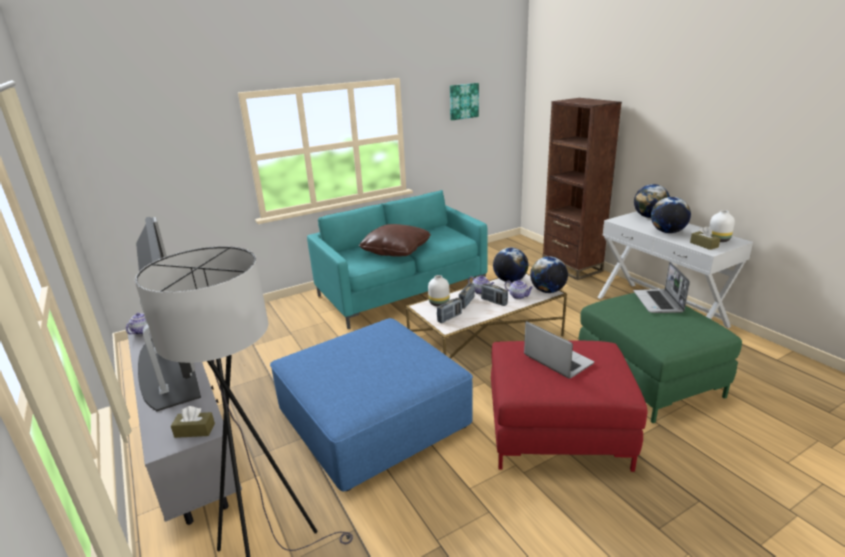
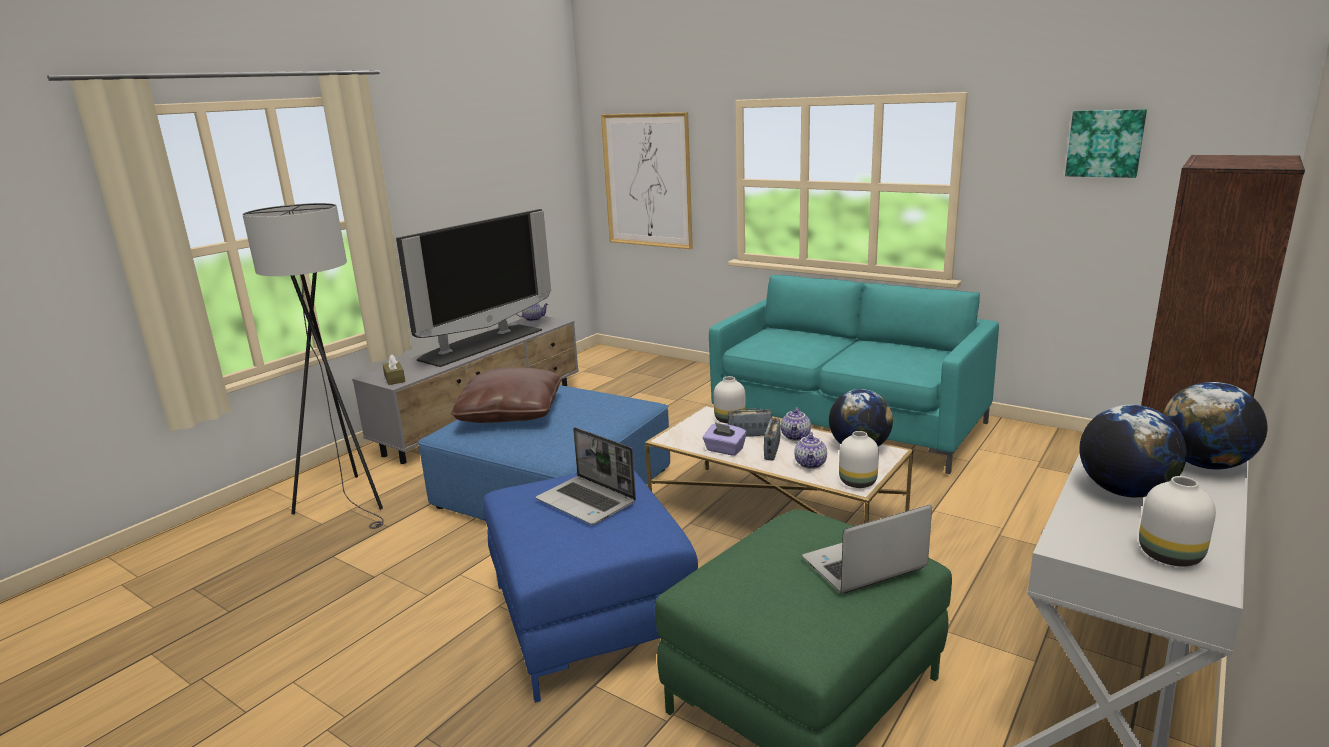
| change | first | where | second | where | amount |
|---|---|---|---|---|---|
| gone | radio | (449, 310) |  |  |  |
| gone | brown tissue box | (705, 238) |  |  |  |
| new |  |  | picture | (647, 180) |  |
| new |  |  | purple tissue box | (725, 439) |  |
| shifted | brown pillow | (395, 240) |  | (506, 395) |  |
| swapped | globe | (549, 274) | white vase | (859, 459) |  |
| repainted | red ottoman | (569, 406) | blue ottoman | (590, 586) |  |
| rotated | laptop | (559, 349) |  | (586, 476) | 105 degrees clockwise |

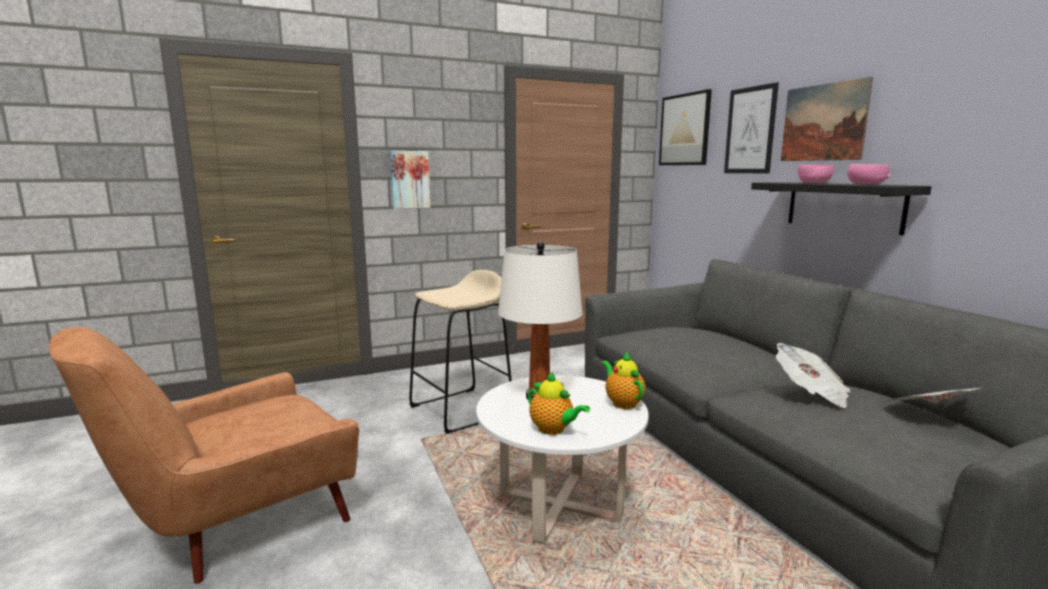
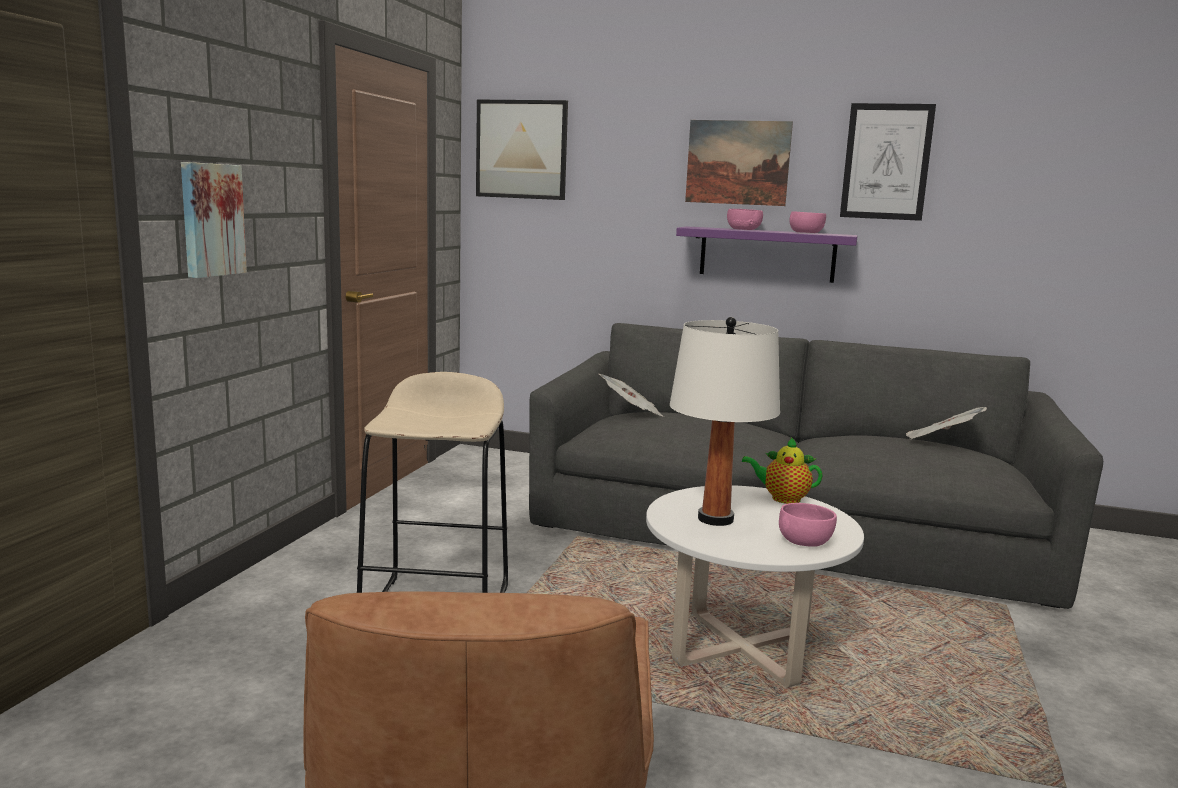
| change | first | where | second | where | amount |
|---|---|---|---|---|---|
| shifted | picture | (751, 127) |  | (888, 162) |  |
| shifted | newspaper | (813, 375) |  | (631, 395) |  |
| swapped | teapot | (559, 403) | pink bowl | (808, 525) |  |
| repainted | black shelf | (841, 208) | purple shelf | (767, 254) |  |

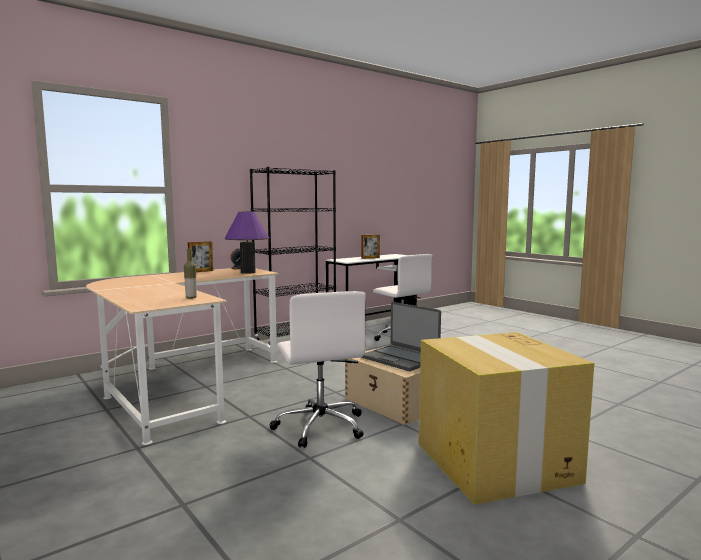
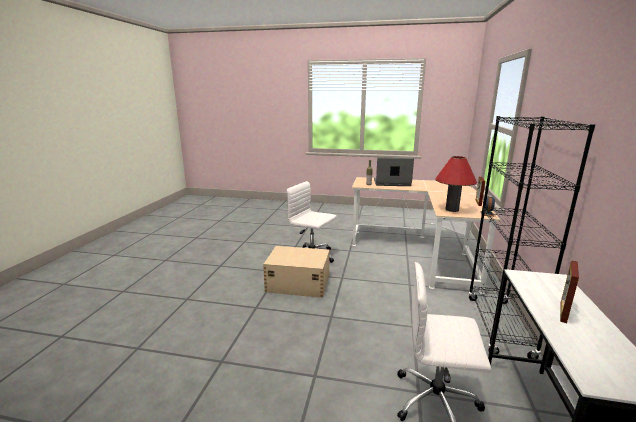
| change | first | where | second | where | amount |
|---|---|---|---|---|---|
| gone | cardboard box | (506, 418) |  |  |  |
| shifted | laptop | (401, 336) |  | (394, 171) |  |
| repainted | purple table lamp | (247, 243) | red table lamp | (456, 184) |  |

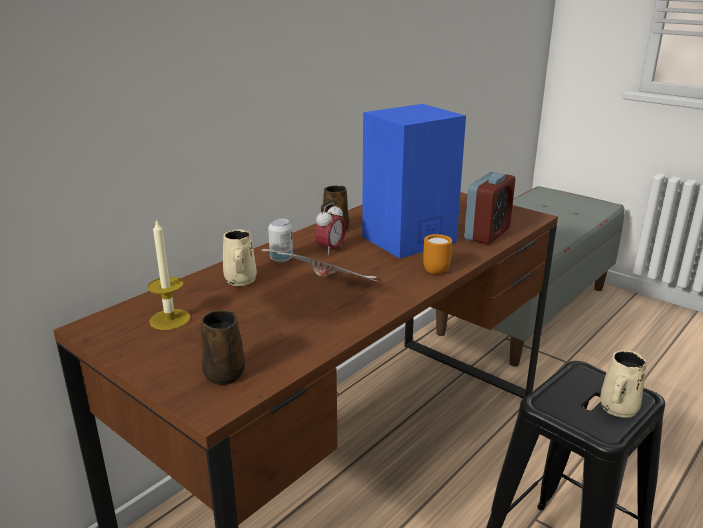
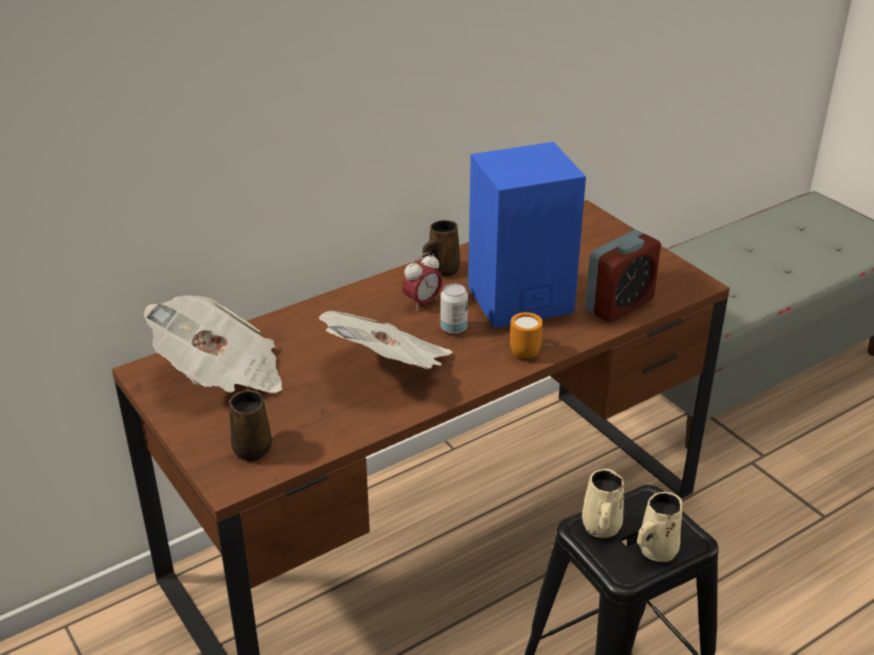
| change | first | where | second | where | amount |
|---|---|---|---|---|---|
| shifted | beige mug | (240, 257) |  | (603, 503) |  |
| shifted | can | (280, 240) |  | (454, 309) |  |
| swapped | candle | (169, 274) | newspaper | (213, 344) |  |

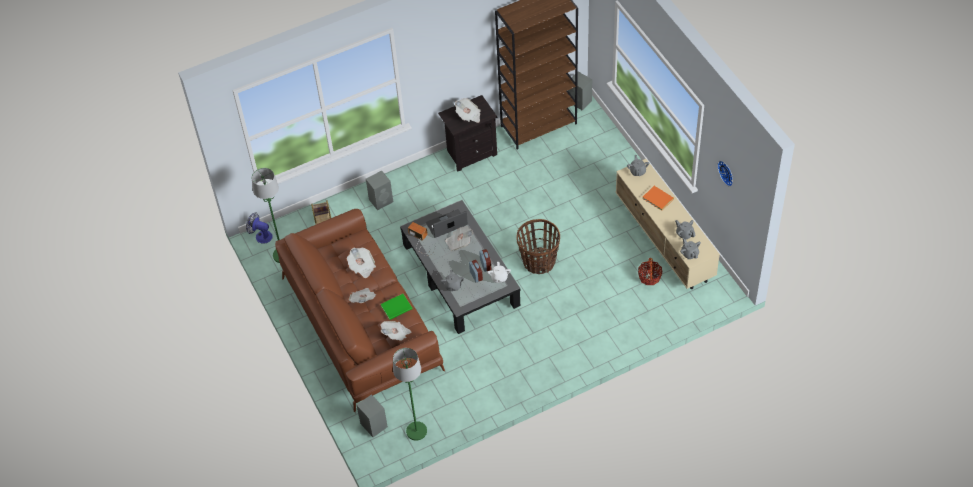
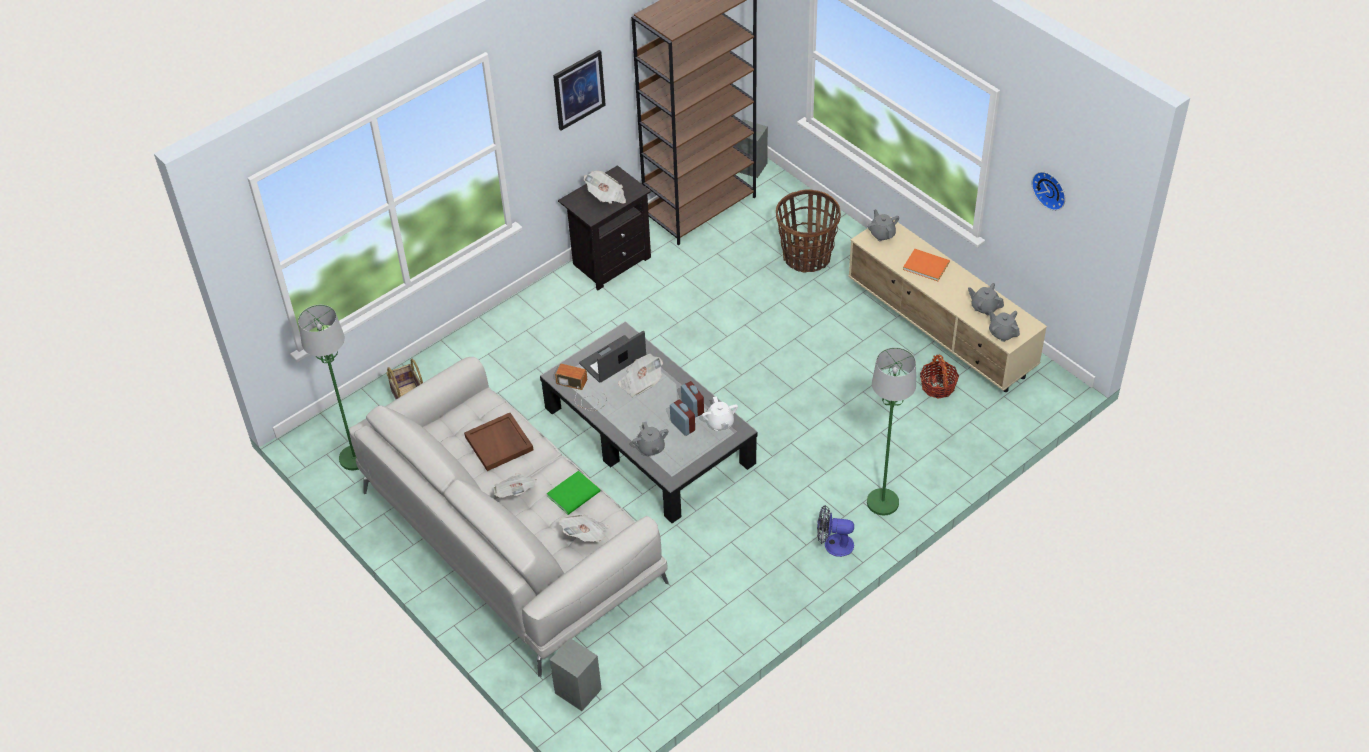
| change | first | where | second | where | amount |
|---|---|---|---|---|---|
| gone | grey speaker | (379, 190) |  |  |  |
| new |  |  | picture | (579, 90) |  |
| shifted | fan | (259, 227) |  | (835, 531) |  |
| shifted | green floor lamp | (410, 394) |  | (891, 431) |  |
| shifted | basket | (538, 246) |  | (808, 231) |  |
| swapped | newspaper | (361, 262) | brown tray | (499, 442) |  |
| repainted | brown sofa | (360, 310) | white sofa | (509, 517) |  |

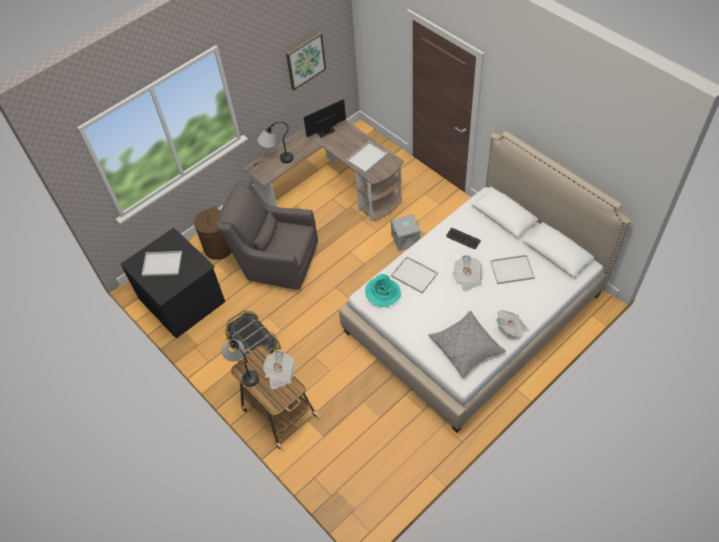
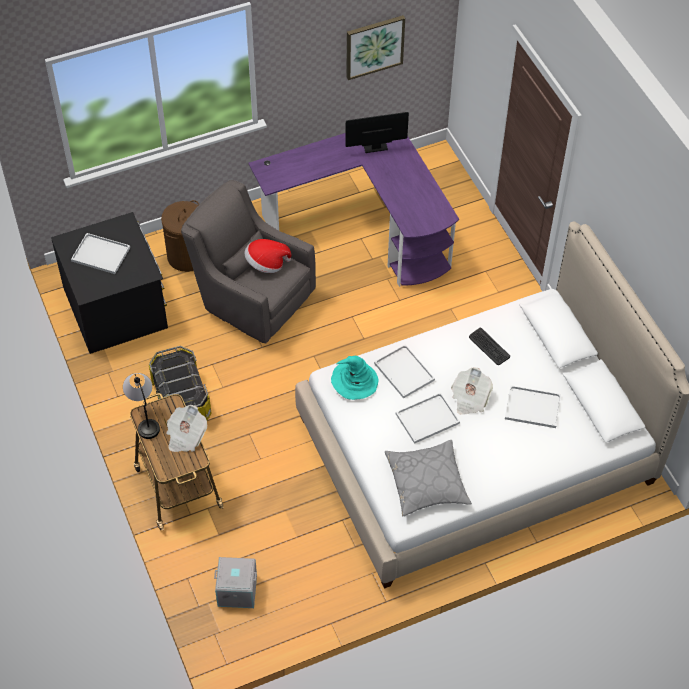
| change | first | where | second | where | amount |
|---|---|---|---|---|---|
| gone | table lamp | (275, 142) |  |  |  |
| gone | newspaper | (512, 323) |  |  |  |
| new |  |  | hat | (267, 256) |  |
| shifted | white tray | (367, 157) |  | (428, 418) |  |
| shifted | grey storage box | (406, 232) |  | (235, 582) |  |
| repainted | brown desk | (323, 170) | purple desk | (353, 210) |  |

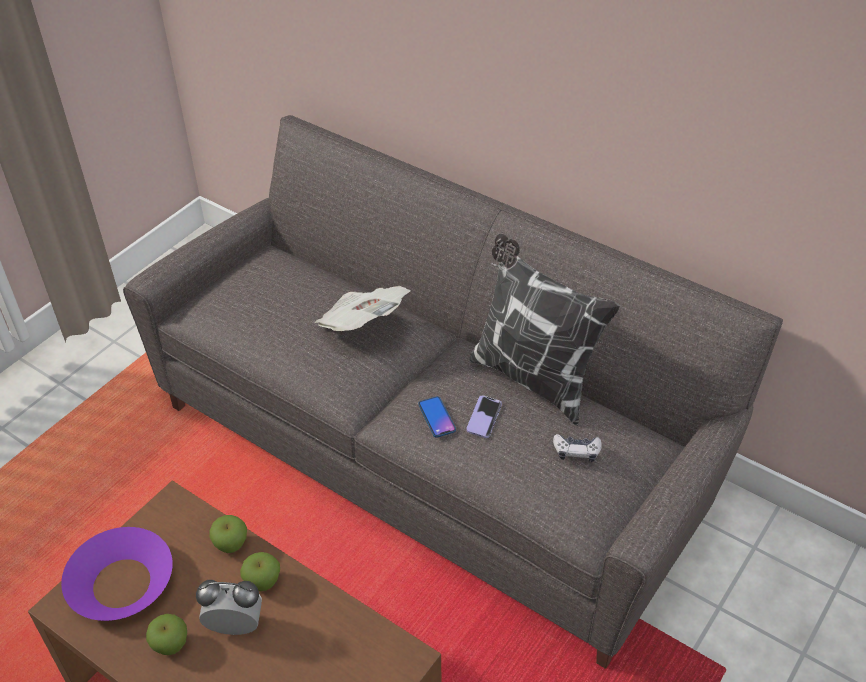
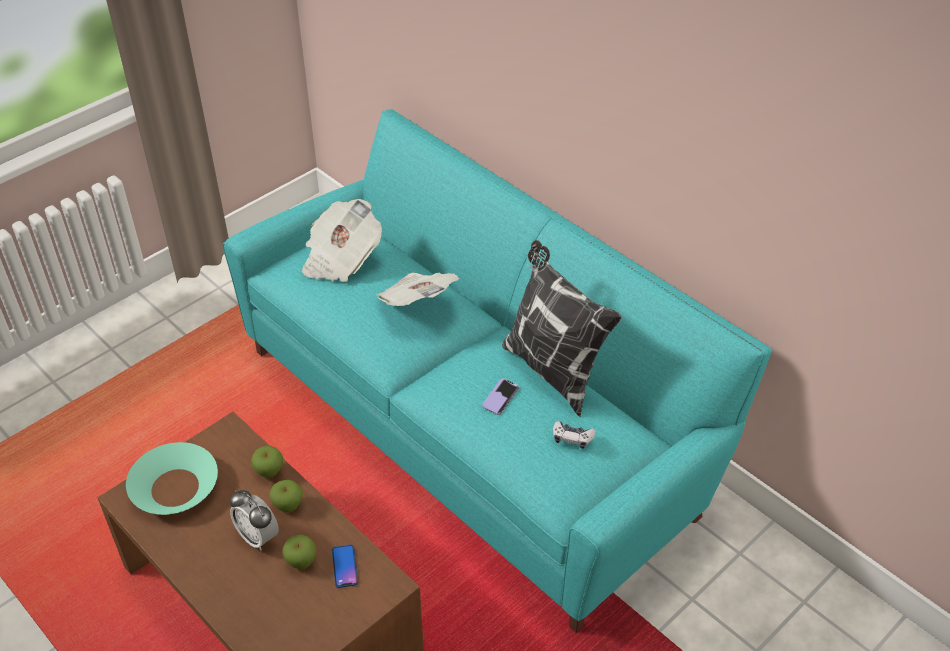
| change | first | where | second | where | amount |
|---|---|---|---|---|---|
| new |  |  | newspaper | (342, 240) |  |
| shifted | apple | (166, 634) |  | (299, 552) |  |
| shifted | phone | (437, 417) |  | (345, 566) |  |
| repainted | purple bowl | (117, 574) | turquoise bowl | (172, 478) |  |
| repainted | grey sofa | (453, 392) | turquoise sofa | (497, 371) |  |
| rotated | alarm clock | (229, 607) |  | (254, 520) | 150 degrees counterclockwise |

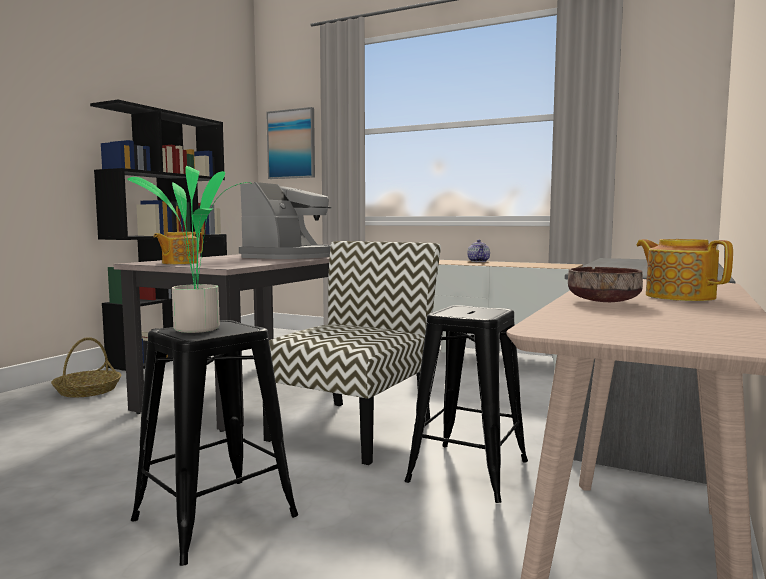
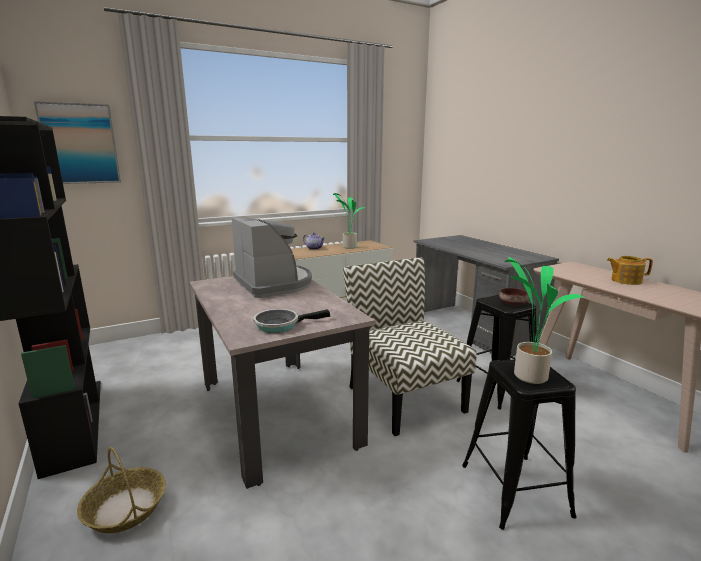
| change | first | where | second | where | amount |
|---|---|---|---|---|---|
| new |  |  | potted plant | (349, 221) |  |
| shifted | brown bowl | (605, 284) |  | (514, 296) |  |
| swapped | teapot | (178, 248) | frying pan | (291, 321) |  |

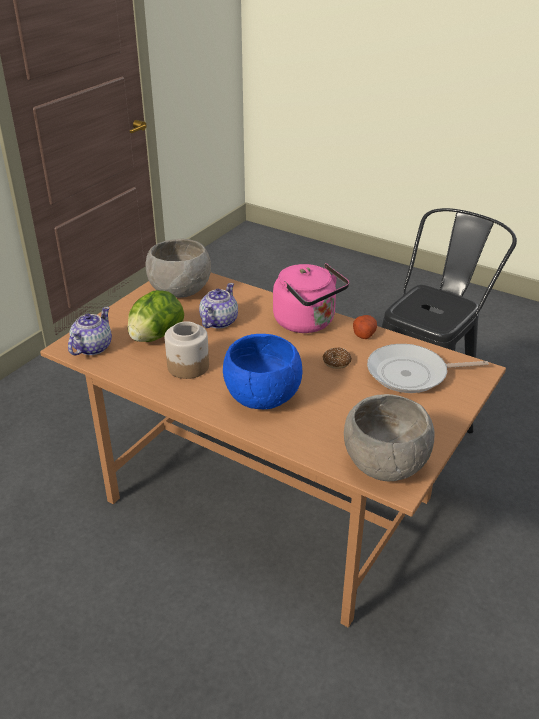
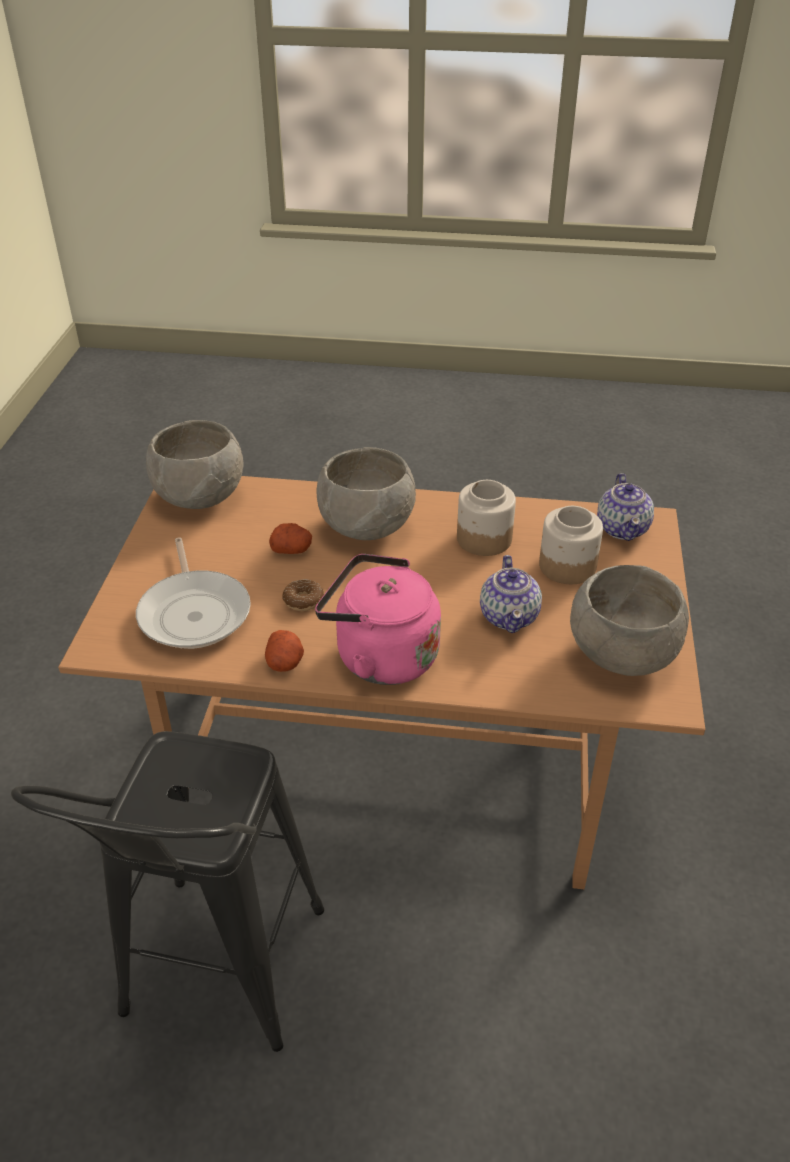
| change | first | where | second | where | amount |
|---|---|---|---|---|---|
| new |  |  | potato | (290, 538) |  |
| swapped | lettuce | (156, 316) | jar | (571, 545) |  |
| repainted | blue bowl | (263, 371) | grey bowl | (366, 493) |  |
| rotated | frying pan | (427, 368) |  | (193, 593) | 105 degrees clockwise |

